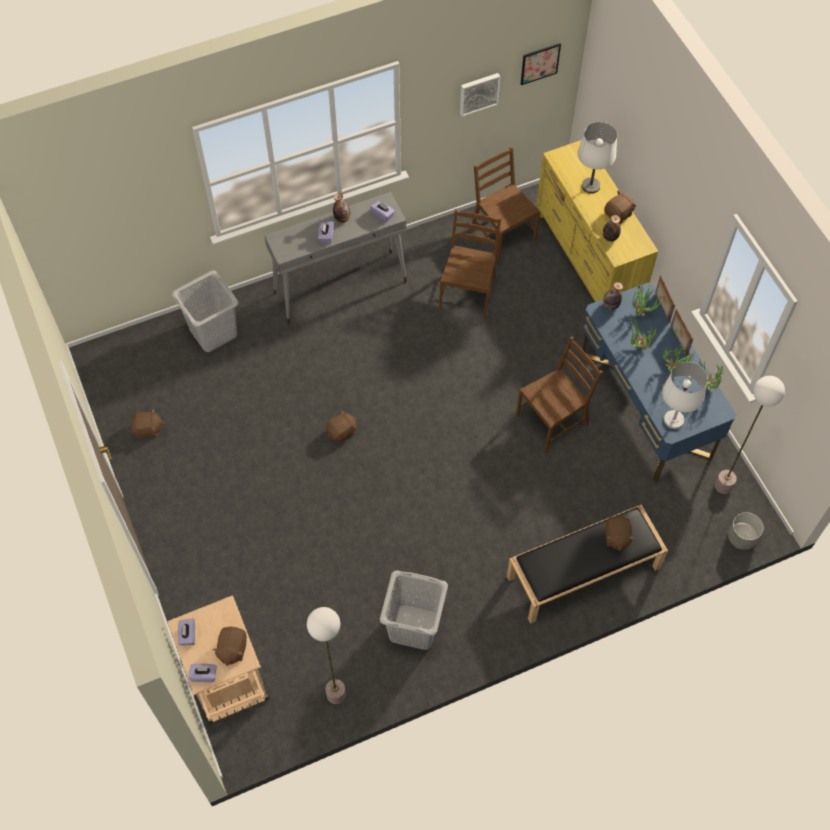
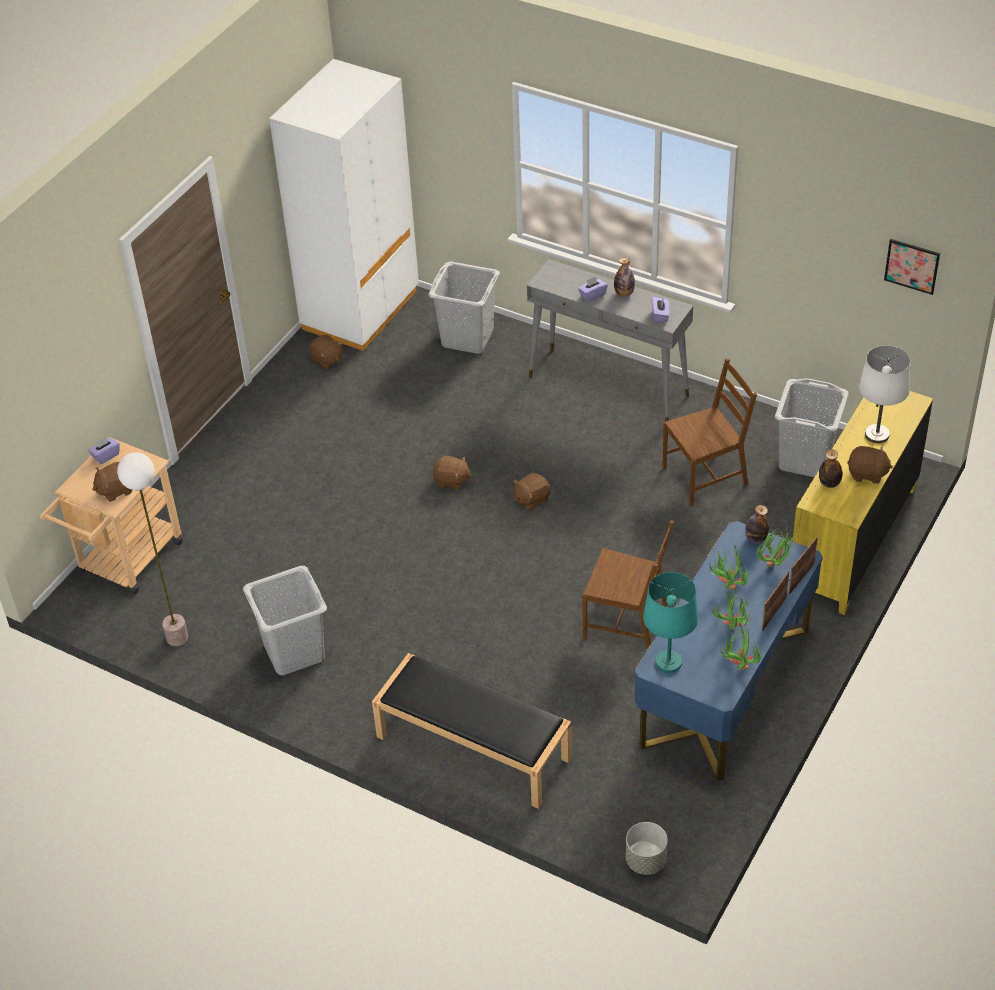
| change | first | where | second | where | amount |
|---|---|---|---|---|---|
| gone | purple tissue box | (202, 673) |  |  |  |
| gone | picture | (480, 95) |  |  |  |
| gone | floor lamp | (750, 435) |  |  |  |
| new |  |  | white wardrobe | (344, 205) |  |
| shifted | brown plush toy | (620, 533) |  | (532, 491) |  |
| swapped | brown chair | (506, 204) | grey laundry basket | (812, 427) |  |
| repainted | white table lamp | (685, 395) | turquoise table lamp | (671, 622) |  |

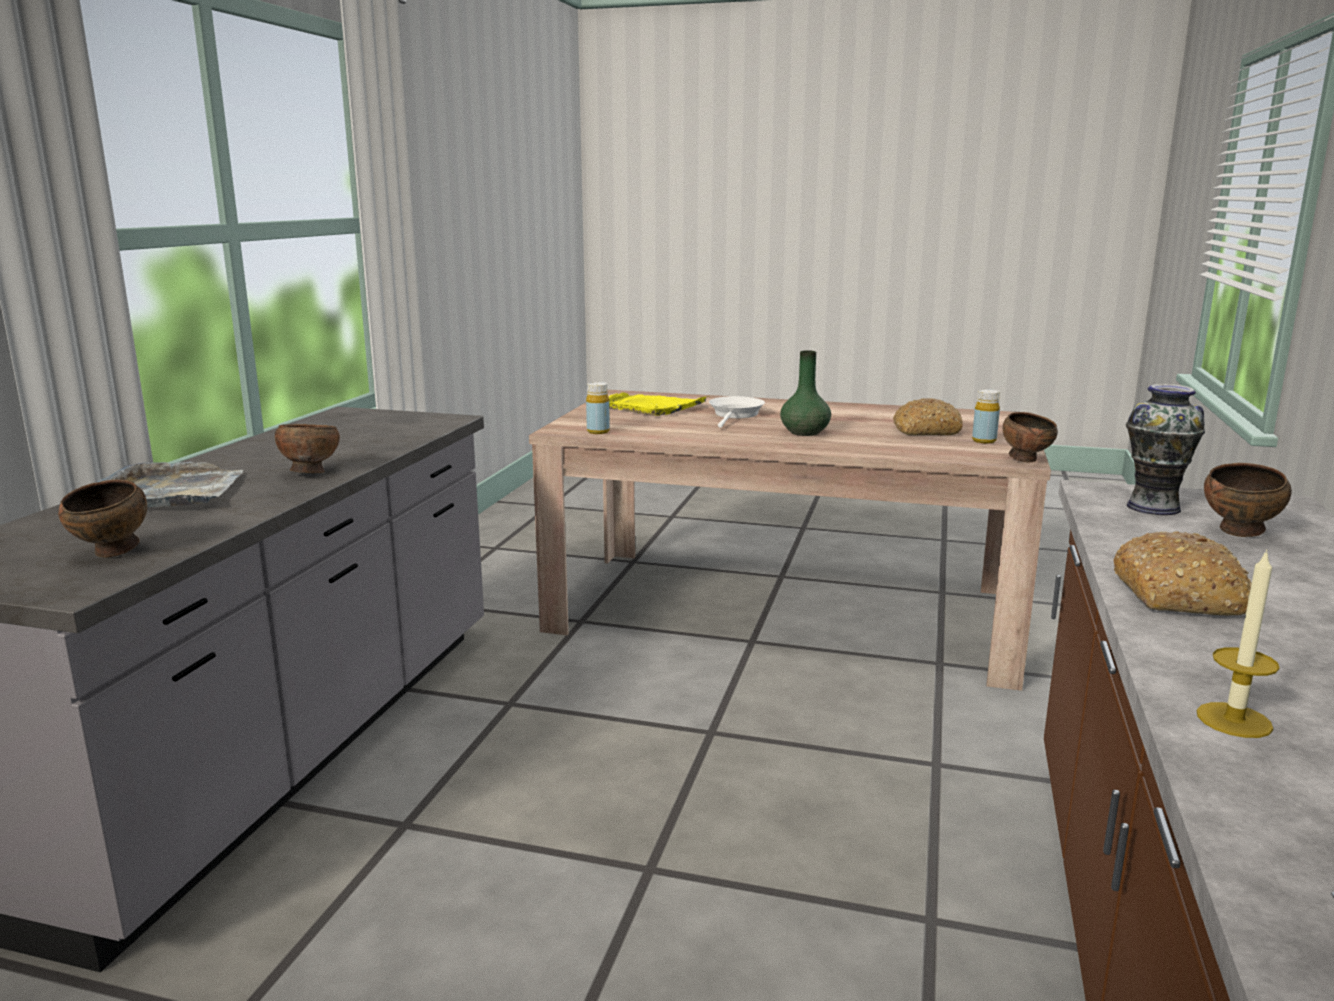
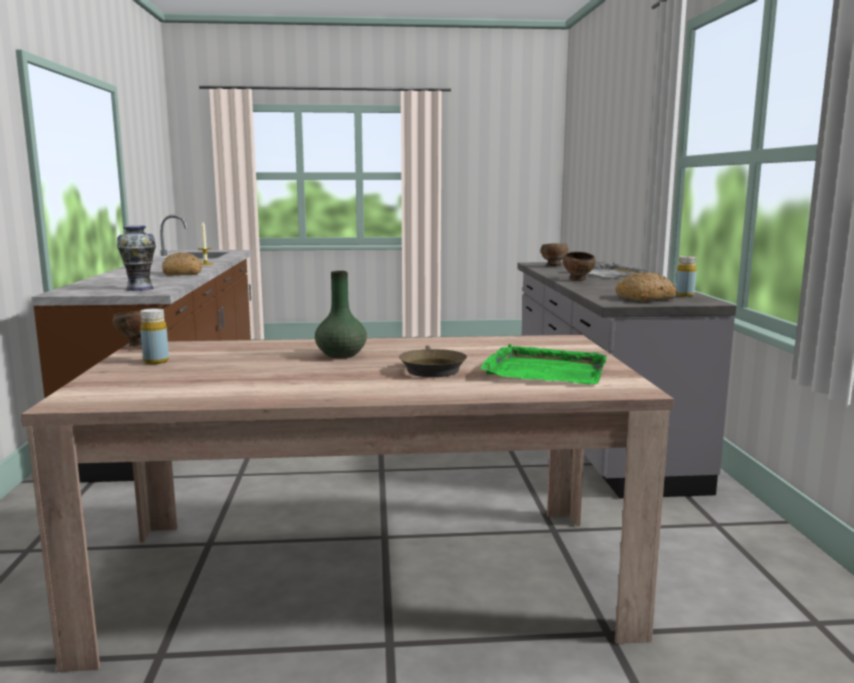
| change | first | where | second | where | amount |
|---|---|---|---|---|---|
| gone | brown bowl | (1248, 500) |  |  |  |
| shifted | yellow bottle | (598, 408) |  | (686, 276) |  |
| shifted | bread | (928, 416) |  | (646, 287) |  |
| repainted | yellow tray | (659, 404) | green tray | (544, 364) |  |
| repainted | white frying pan | (737, 412) | brown frying pan | (433, 361) |  |

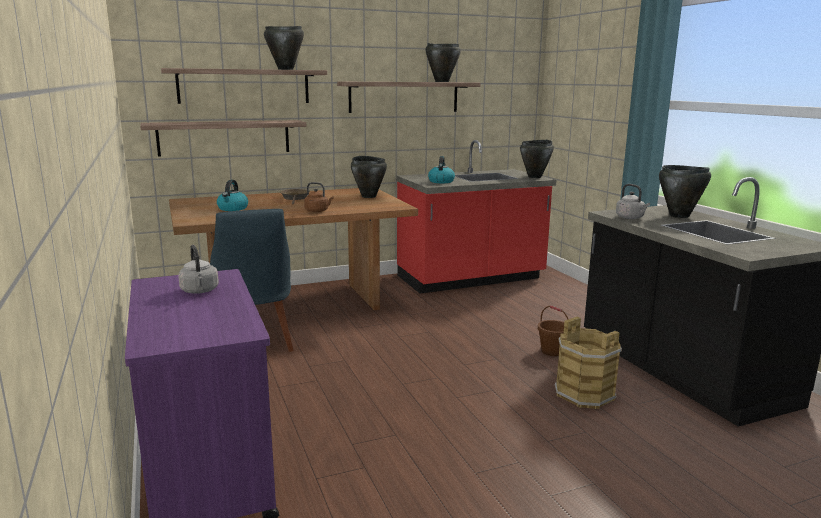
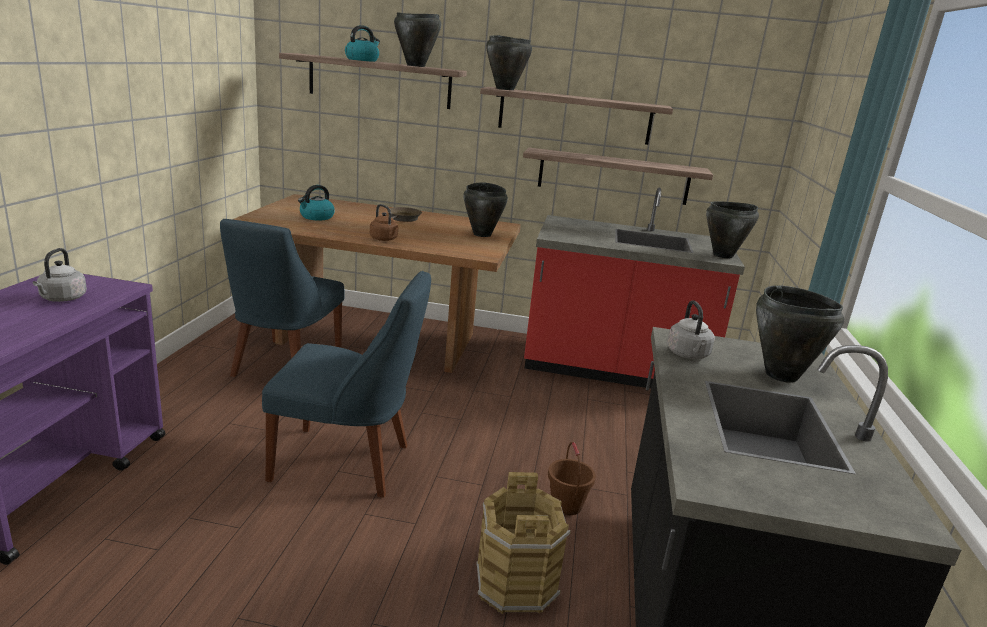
| change | first | where | second | where | amount |
|---|---|---|---|---|---|
| new |  |  | blue chair | (346, 384) |  |
| shifted | shelf | (223, 138) |  | (618, 176) |  |
| shifted | black cooking pot | (443, 62) |  | (509, 62) |  |
| shifted | kettle | (441, 169) |  | (362, 43) |  |

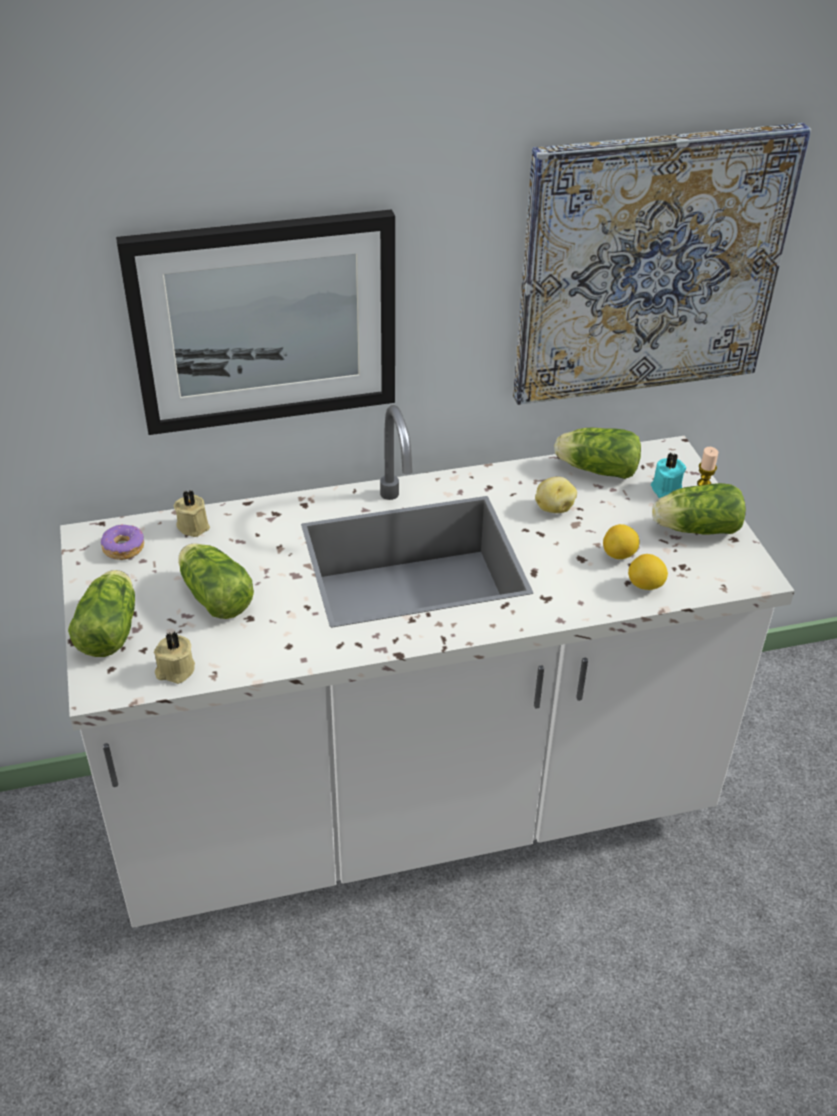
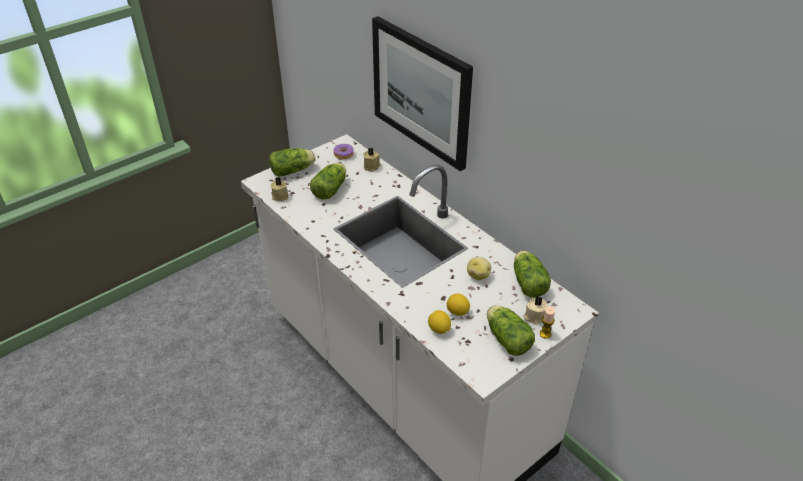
| change | first | where | second | where | amount |
|---|---|---|---|---|---|
| gone | picture | (662, 264) |  |  |  |
| repainted | turquoise candle | (668, 475) | beige candle | (535, 310) |  |

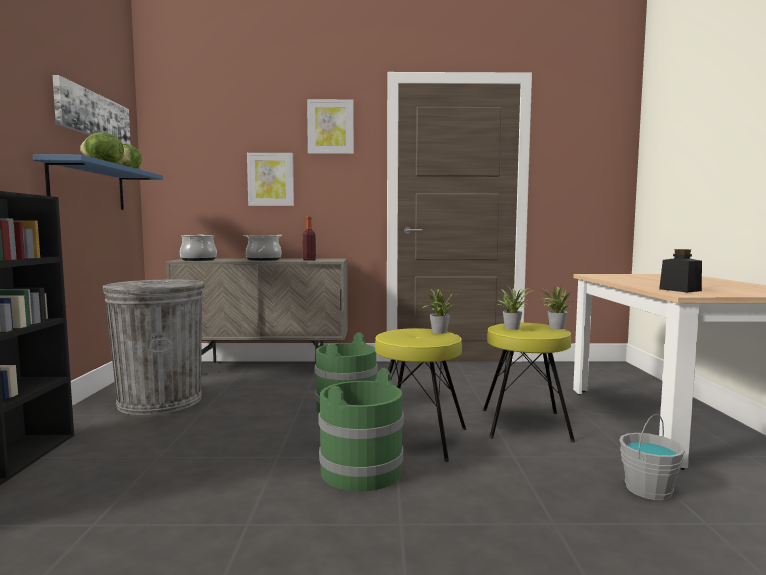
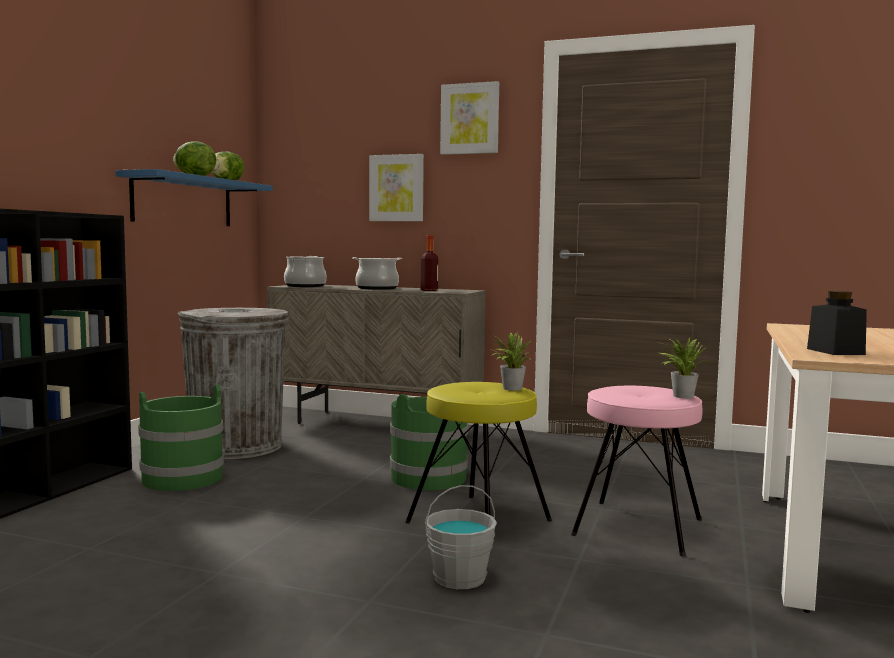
| change | first | where | second | where | amount |
|---|---|---|---|---|---|
| gone | picture | (92, 110) |  |  |  |
| gone | potted plant | (512, 307) |  |  |  |
| shifted | green bucket | (361, 430) |  | (181, 438) |  |
| shifted | grey bucket | (652, 457) |  | (461, 537) |  |
| repainted | yellow stool | (529, 383) | pink stool | (637, 471) |  |

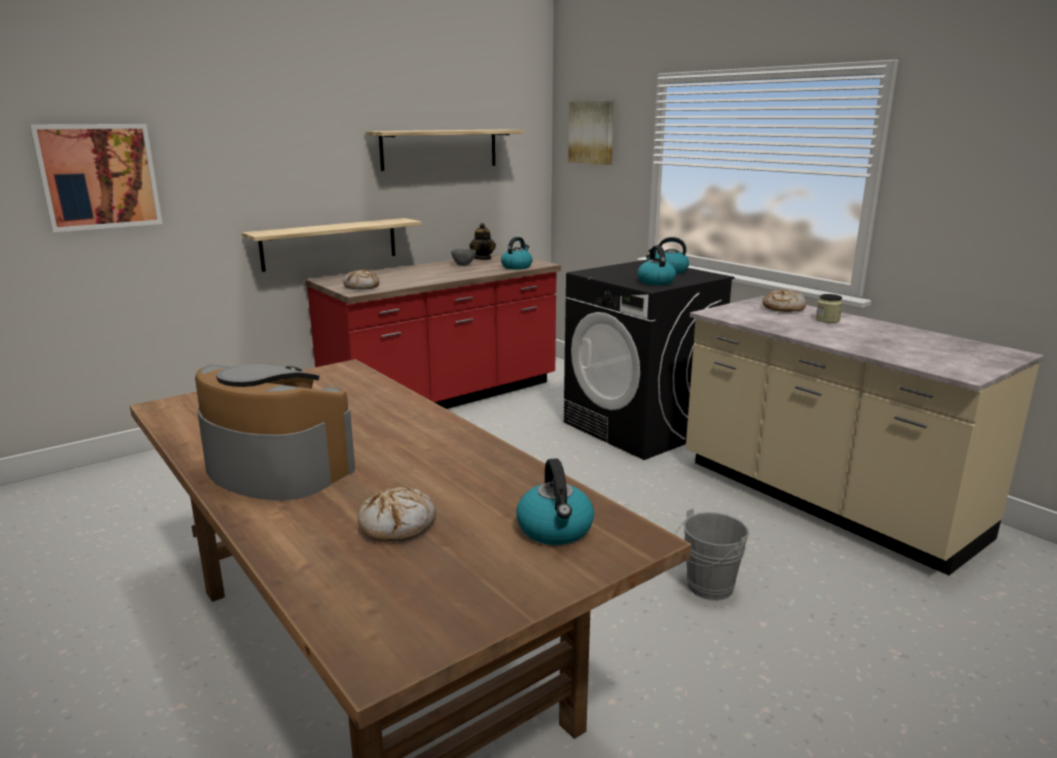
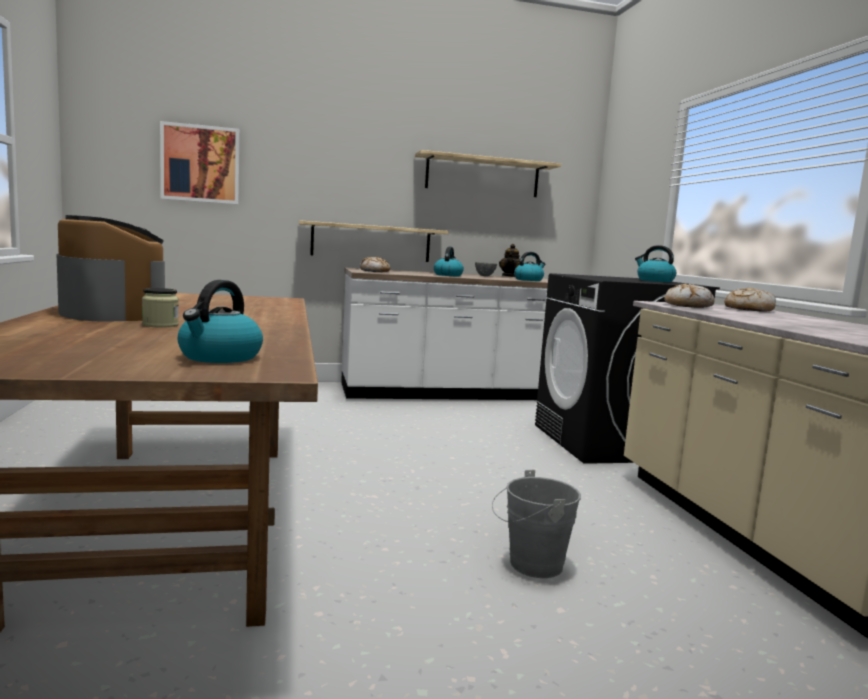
| change | first | where | second | where | amount |
|---|---|---|---|---|---|
| gone | picture | (591, 133) |  |  |  |
| shifted | bread | (397, 514) |  | (689, 295) |  |
| shifted | kettle | (656, 265) |  | (449, 261) |  |
| shifted | jar | (829, 308) |  | (160, 308) |  |
| repainted | red counter | (433, 331) | white counter | (446, 334) |  |

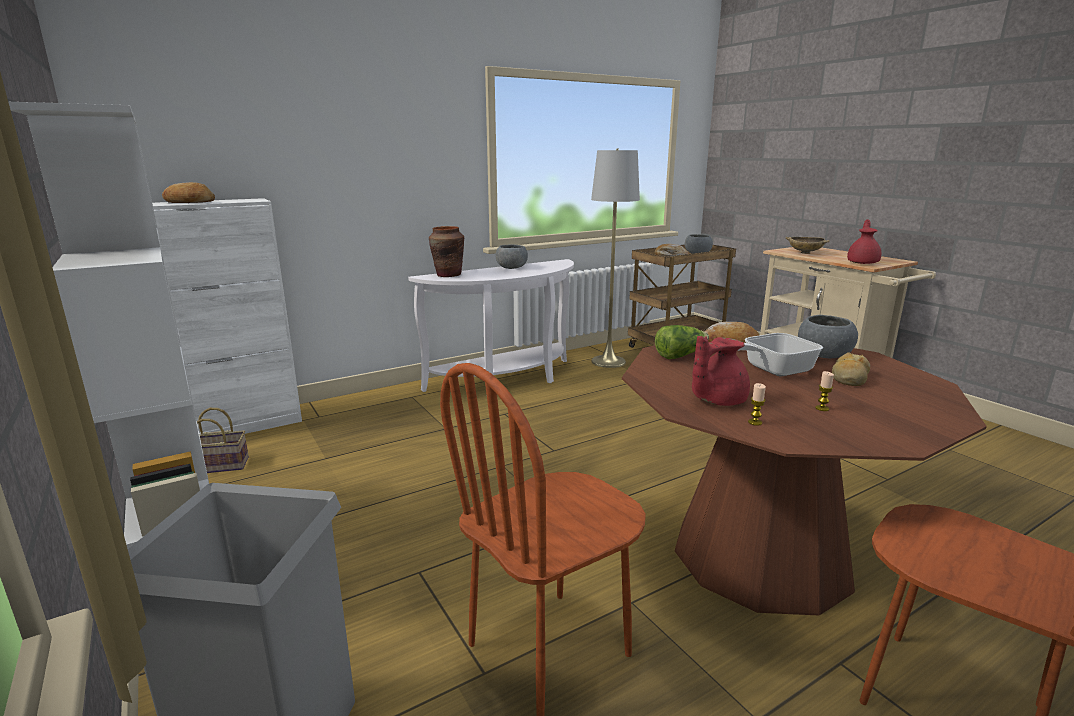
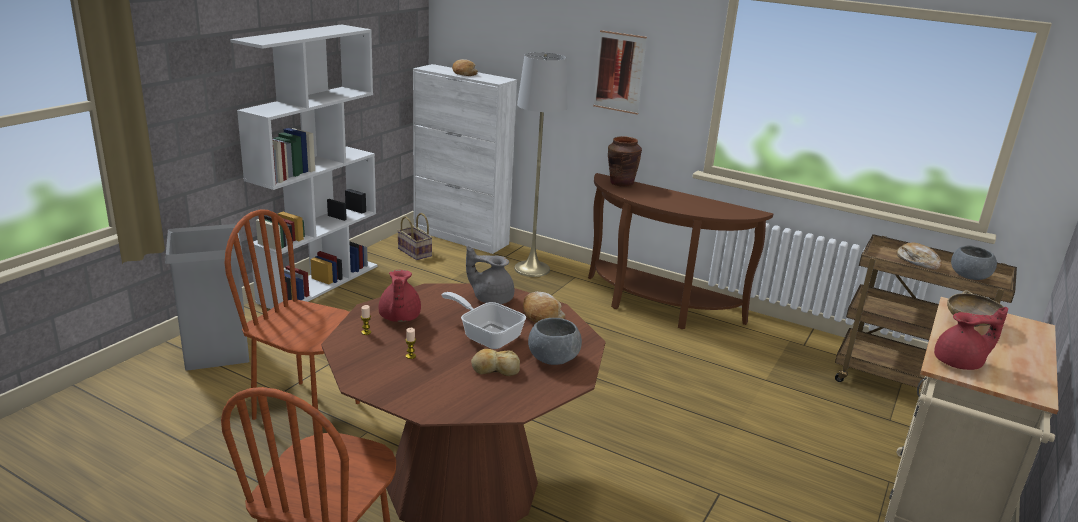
| change | first | where | second | where | amount |
|---|---|---|---|---|---|
| gone | grey bowl | (512, 257) |  |  |  |
| new |  |  | picture | (620, 72) |  |
| shifted | grey floor lamp | (615, 258) |  | (541, 164) |  |
| swapped | lettuce | (682, 342) | grey teapot | (490, 275) |  |
| repainted | white console table | (491, 327) | brown console table | (681, 251) |  |
| rotated | red teapot | (721, 371) |  | (400, 296) | 120 degrees counterclockwise |

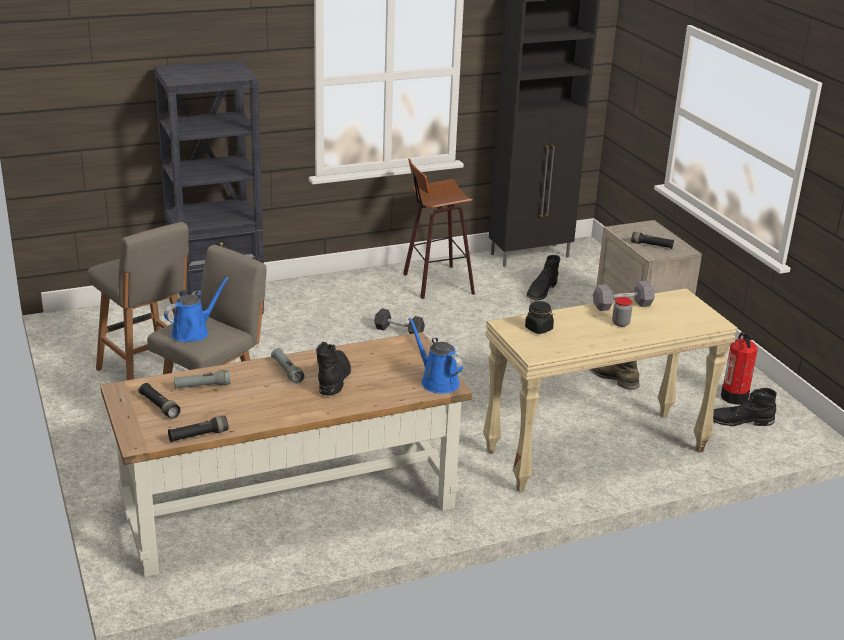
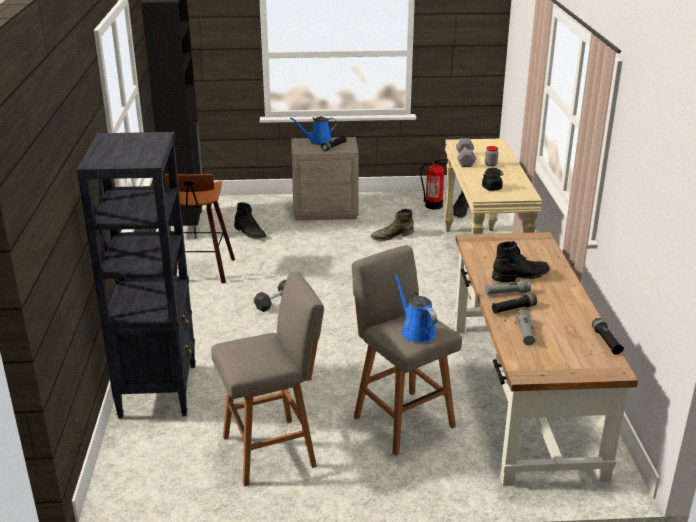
| change | first | where | second | where | amount |
|---|---|---|---|---|---|
| shifted | black flashlight | (159, 401) |  | (514, 303) |  |
| shifted | blue watering can | (435, 356) |  | (313, 131) |  |
| rotated | black boot | (333, 369) |  | (521, 261) | 135 degrees clockwise |

